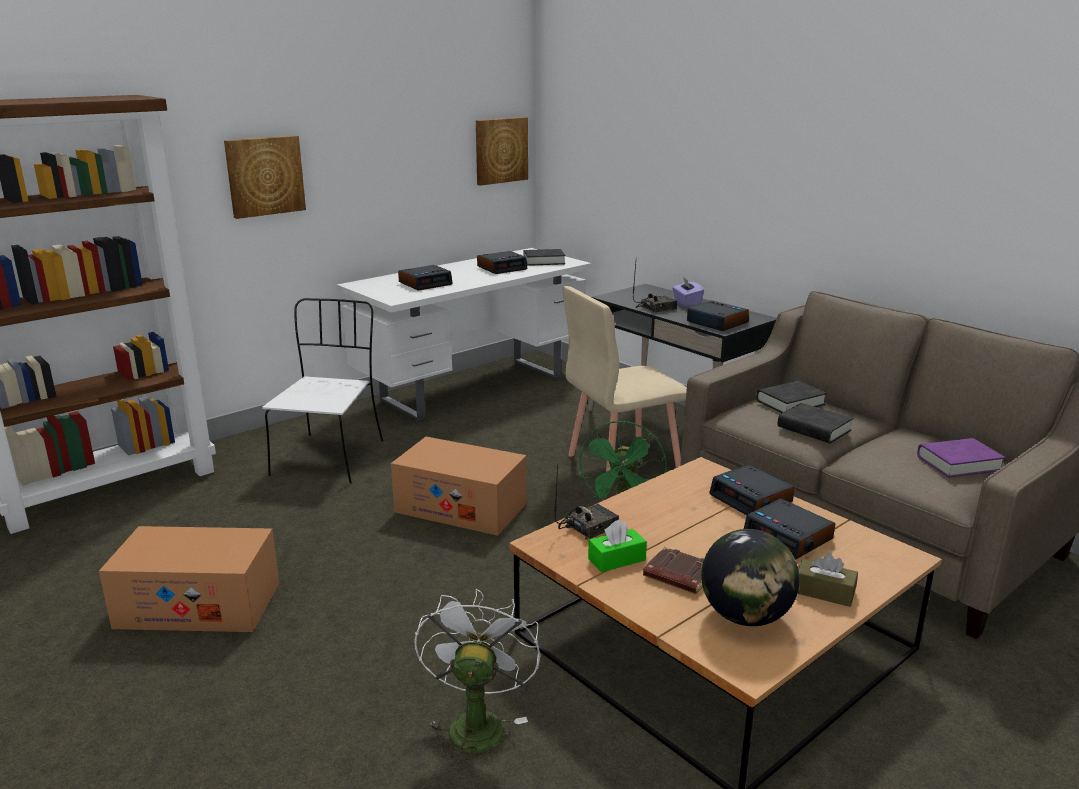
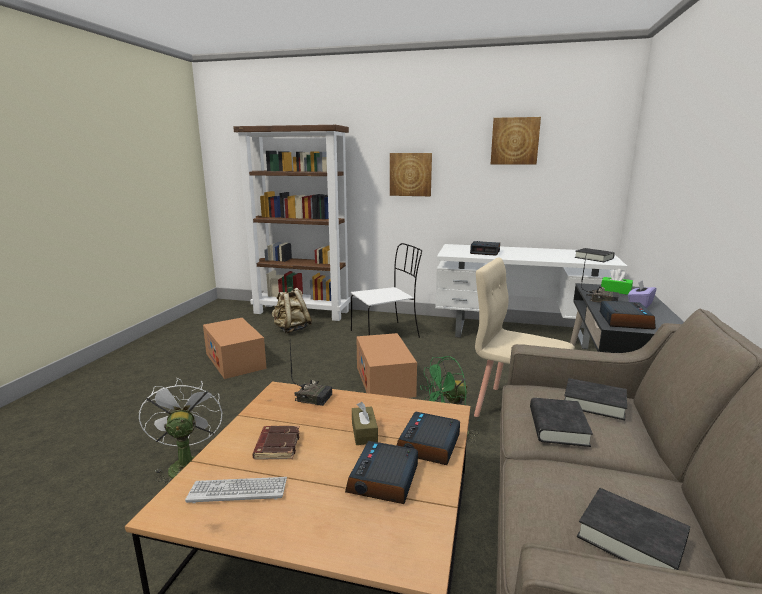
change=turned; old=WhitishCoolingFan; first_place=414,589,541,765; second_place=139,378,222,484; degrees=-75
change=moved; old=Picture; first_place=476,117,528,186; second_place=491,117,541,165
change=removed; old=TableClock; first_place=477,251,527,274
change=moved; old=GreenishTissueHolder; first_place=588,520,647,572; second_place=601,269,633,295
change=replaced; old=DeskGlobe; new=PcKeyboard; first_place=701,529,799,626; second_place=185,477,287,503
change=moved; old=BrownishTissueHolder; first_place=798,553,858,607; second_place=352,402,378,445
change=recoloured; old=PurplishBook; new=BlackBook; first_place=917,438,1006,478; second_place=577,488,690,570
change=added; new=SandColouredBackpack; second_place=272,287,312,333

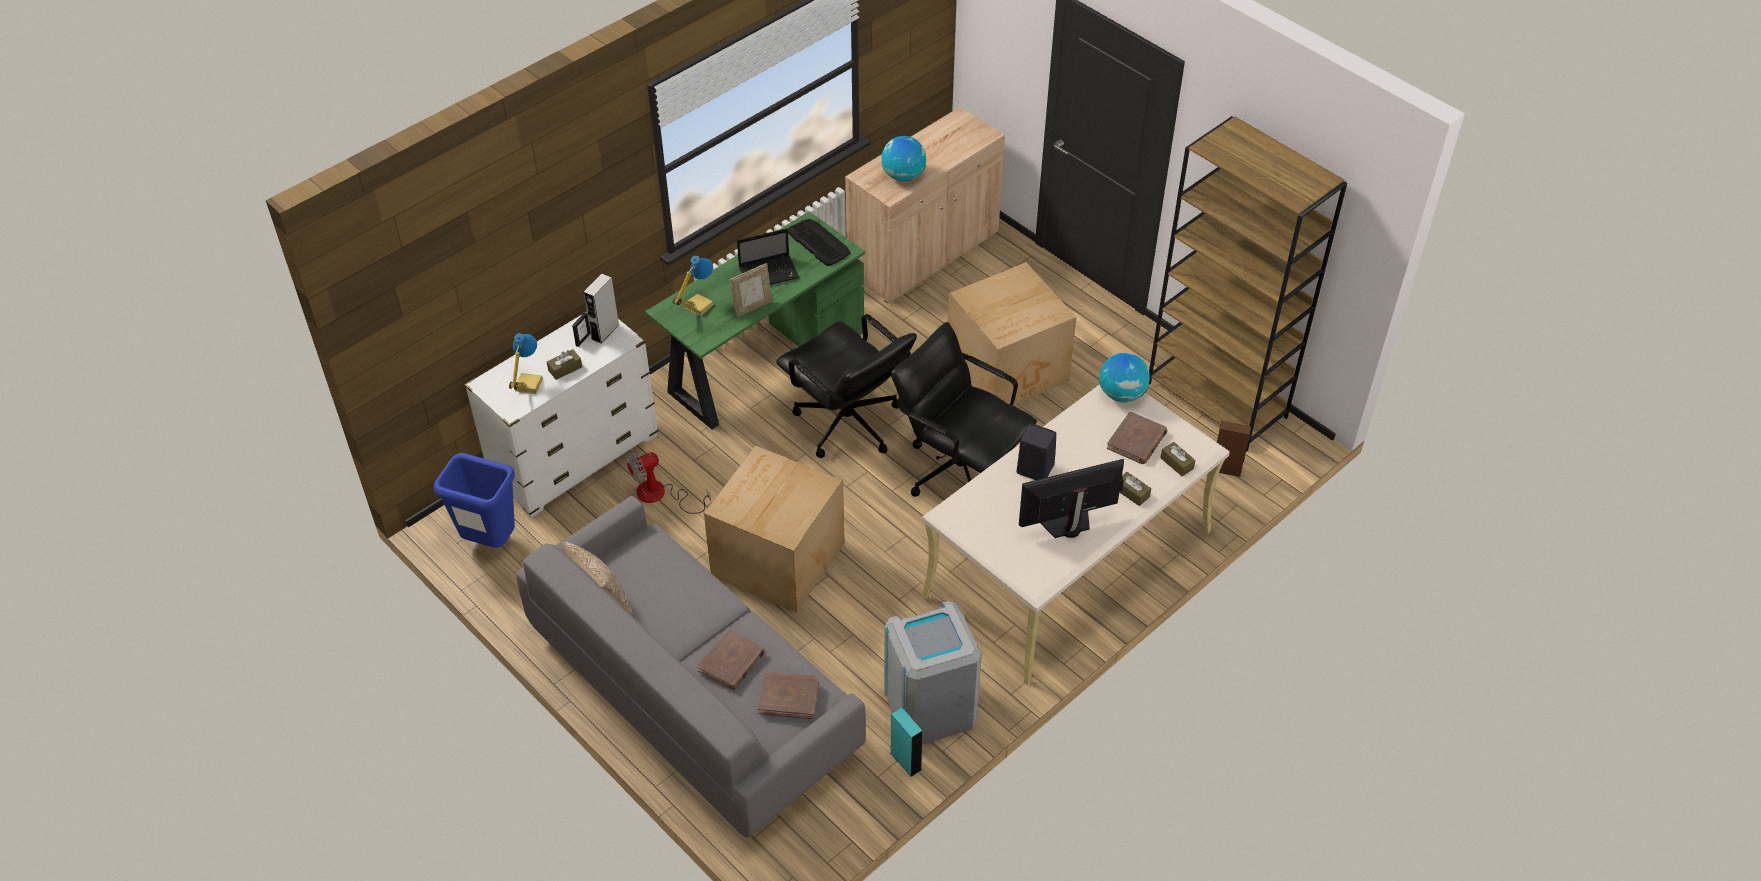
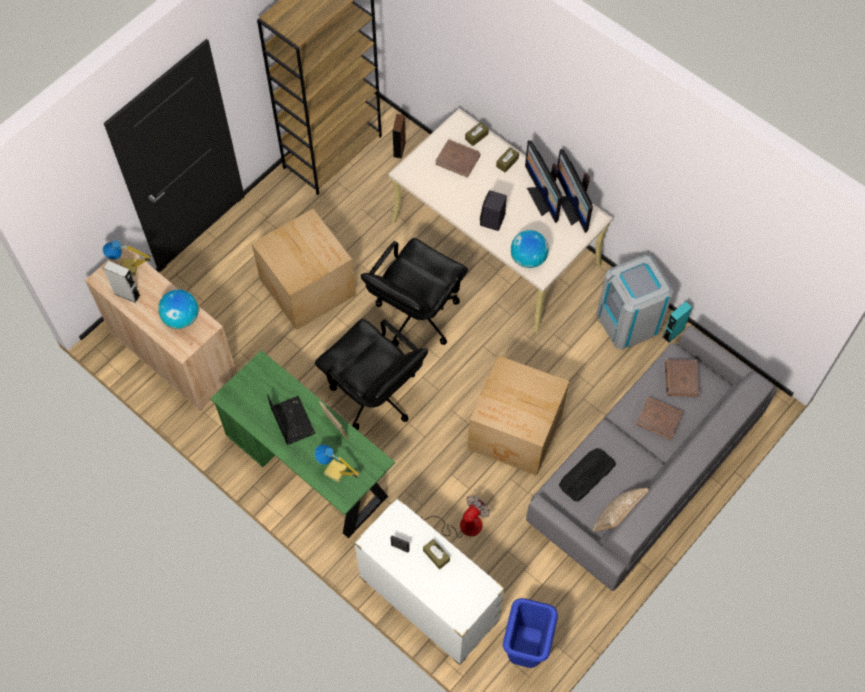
change=moved; old=TableLamp; first_place=509,333,543,394; second_place=103,240,151,276
change=moved; old=GreyLoudspeaker; first_place=584,273,620,344; second_place=103,261,140,303
change=turned; old=CoolingFan; first_place=625,450,711,514; second_place=420,495,490,538; degrees=-105
change=turned; old=BlackOfficeChair; first_place=776,314,917,458; second_place=315,319,428,430; degrees=90
change=moved; old=PcKeyboard; first_place=788,219,851,266; second_place=559,448,616,502
change=moved; old=DeskGlobe; first_place=1099,353,1150,402; second_place=511,230,549,268
change=added; new=ComputerScreen; second_place=557,149,593,233

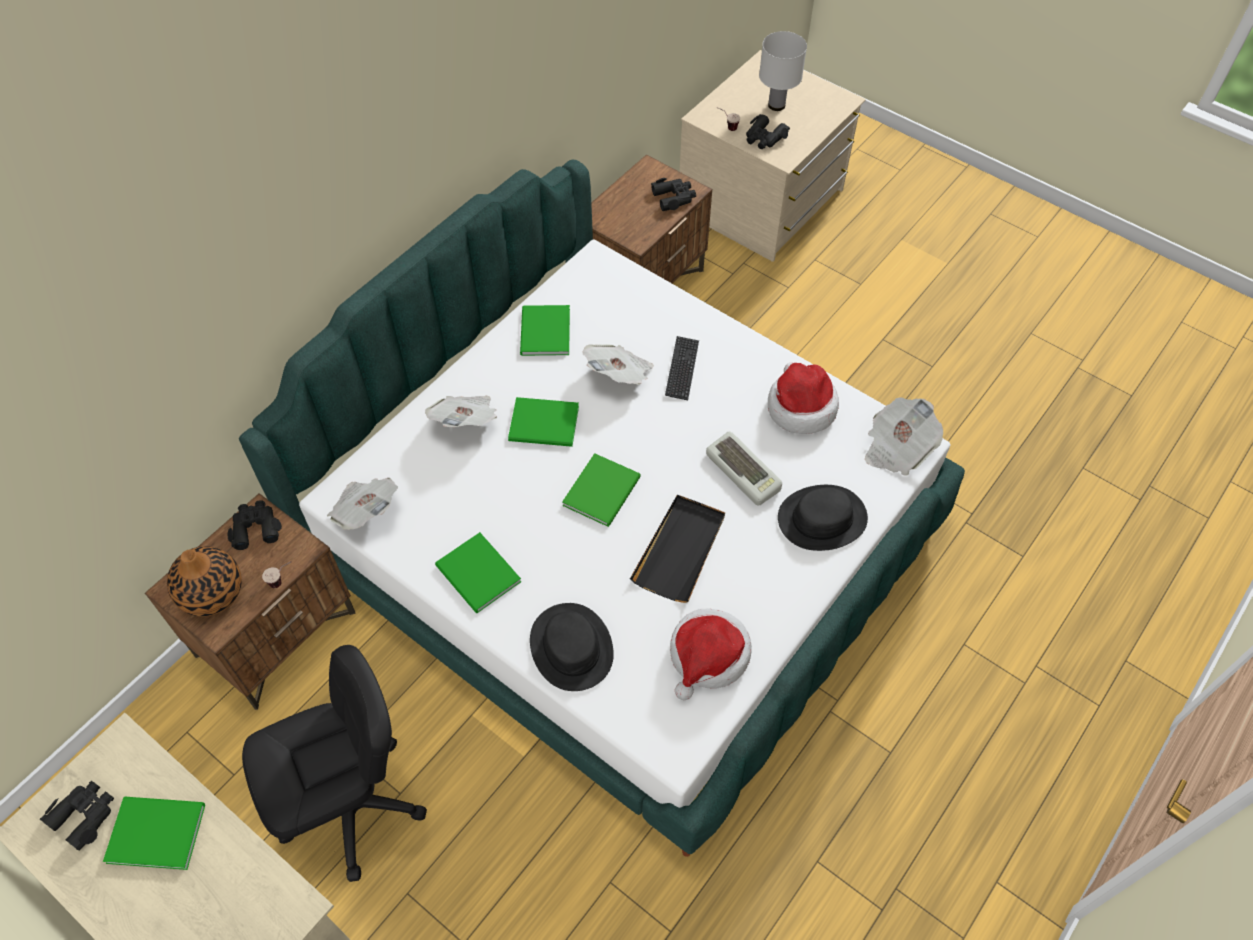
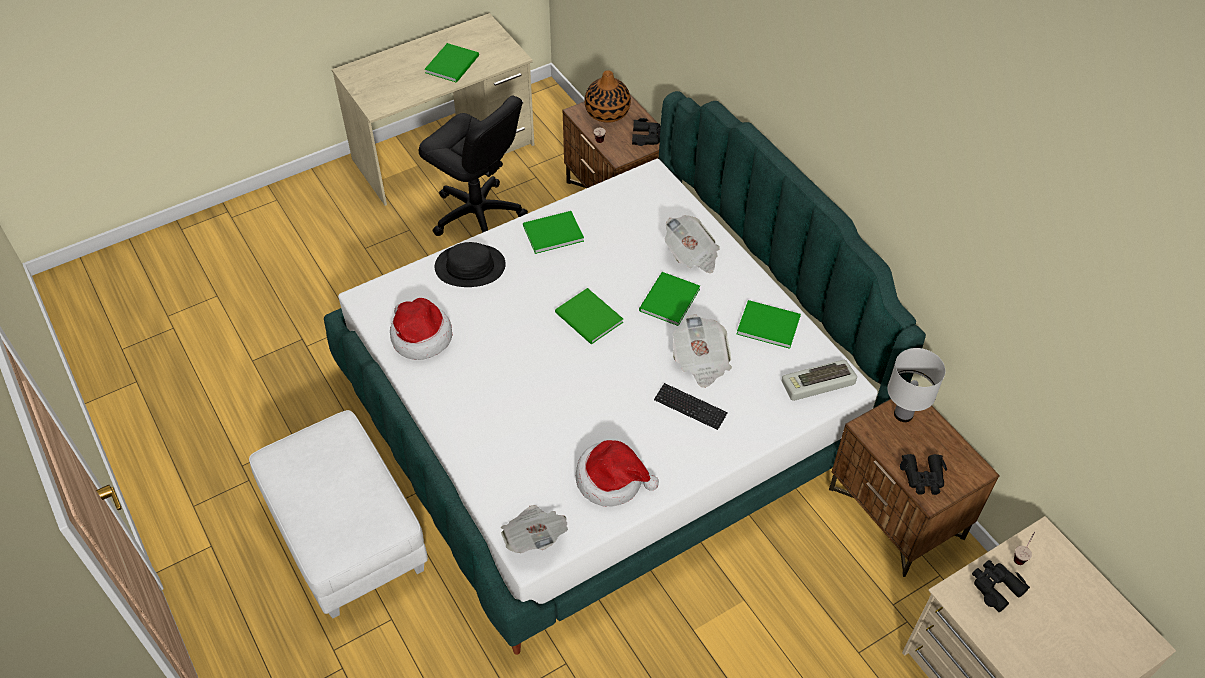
change=removed; old=BlackBinoculars; first_place=39,781,114,851
change=turned; old=BlackOfficeChair; first_place=242,645,427,882; second_place=419,95,528,236; degrees=-45
change=removed; old=Newspaper; first_place=327,478,398,530
change=removed; old=BlackTray; first_place=630,495,725,603
change=moved; old=PcKeyboard; first_place=706,432,782,506; second_place=782,360,857,401
change=moved; old=WhitishTableLamp; first_place=759,31,807,111; second_place=887,348,945,422
change=removed; old=BlackClothingHat; first_place=778,485,868,551
change=added; new=WhitishFootrest; second_place=249,410,428,619

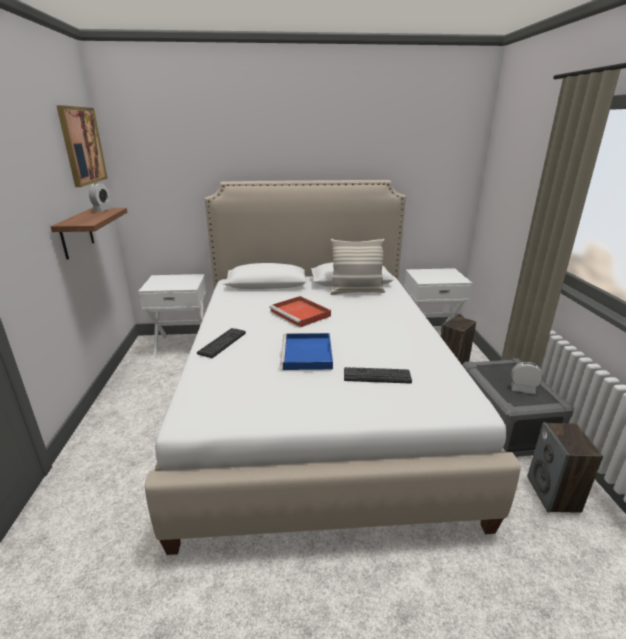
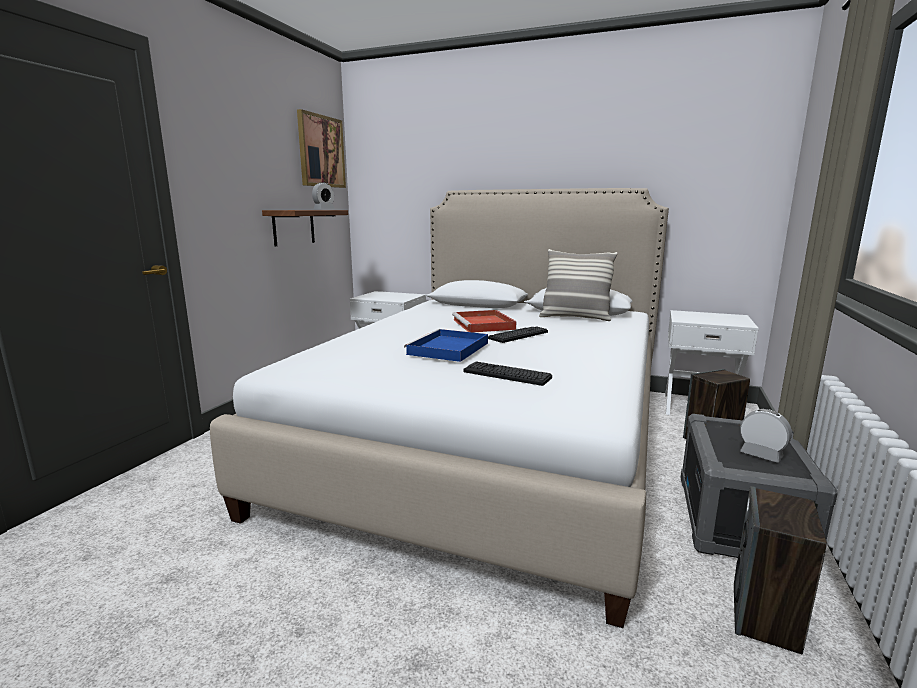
change=moved; old=PcKeyboard; first_place=197,328,246,358; second_place=488,326,548,343

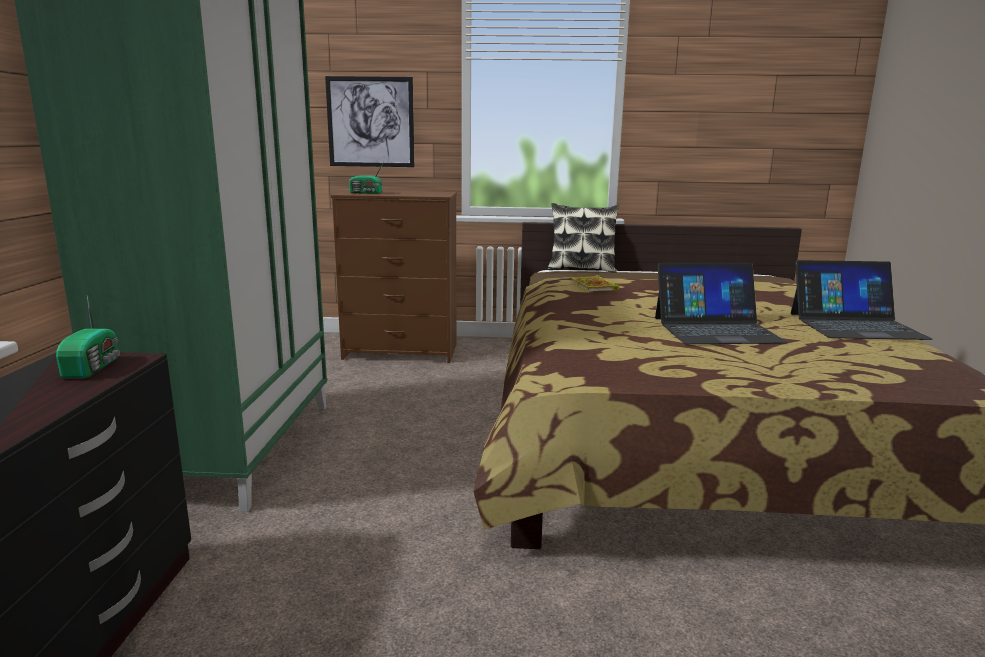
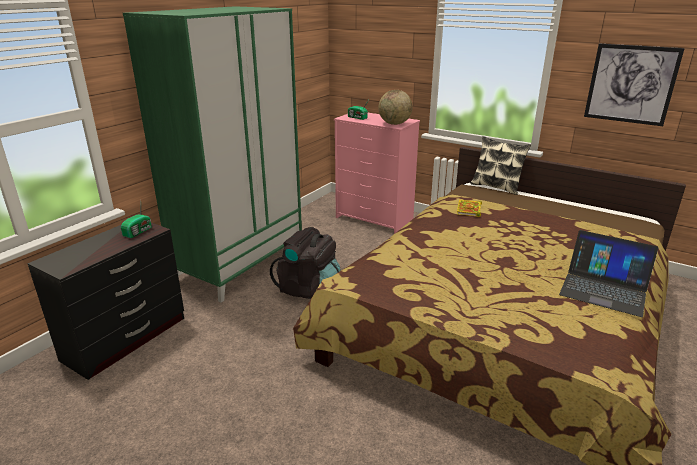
change=moved; old=Picture; first_place=325,76,414,167; second_place=584,43,685,126
change=recoloured; old=BrownishChestOfDrawers; new=PinkishChestOfDrawers; first_place=331,190,457,363; second_place=334,113,420,234
change=removed; old=Laptop; first_place=655,263,788,344
change=added; new=BlackBackpack; second_place=270,227,341,299
change=added; new=DeskGlobe; second_place=378,90,413,125

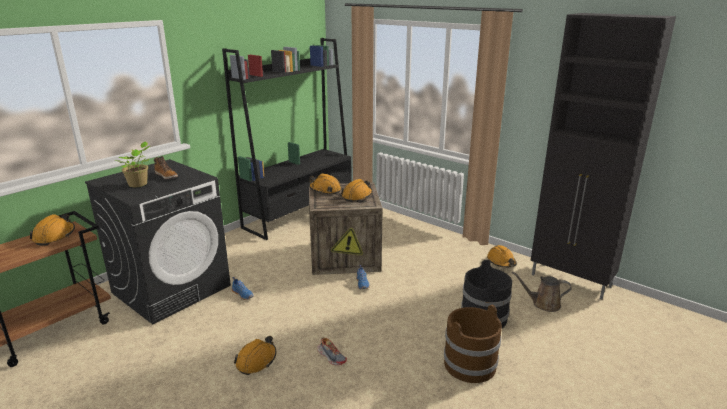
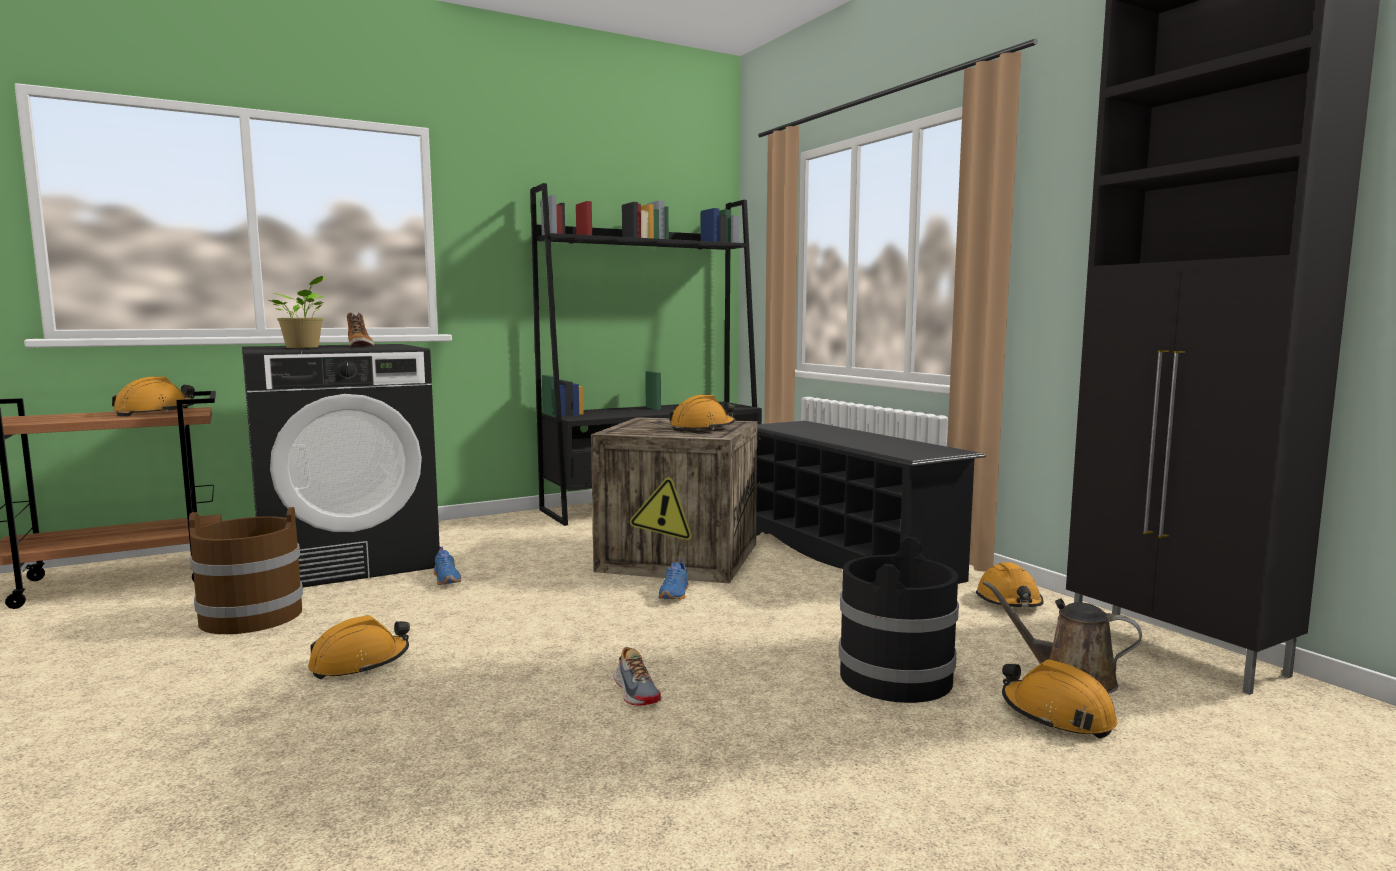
change=moved; old=OrangeHardHat; first_place=309,173,341,194; second_place=1002,659,1117,739
change=moved; old=LowShoe; first_place=317,338,347,365; second_place=613,647,661,706
change=moved; old=BrownishPail; first_place=444,305,502,383; second_place=189,507,303,634
change=added; new=BlackShoeShelf; second_place=756,421,986,584

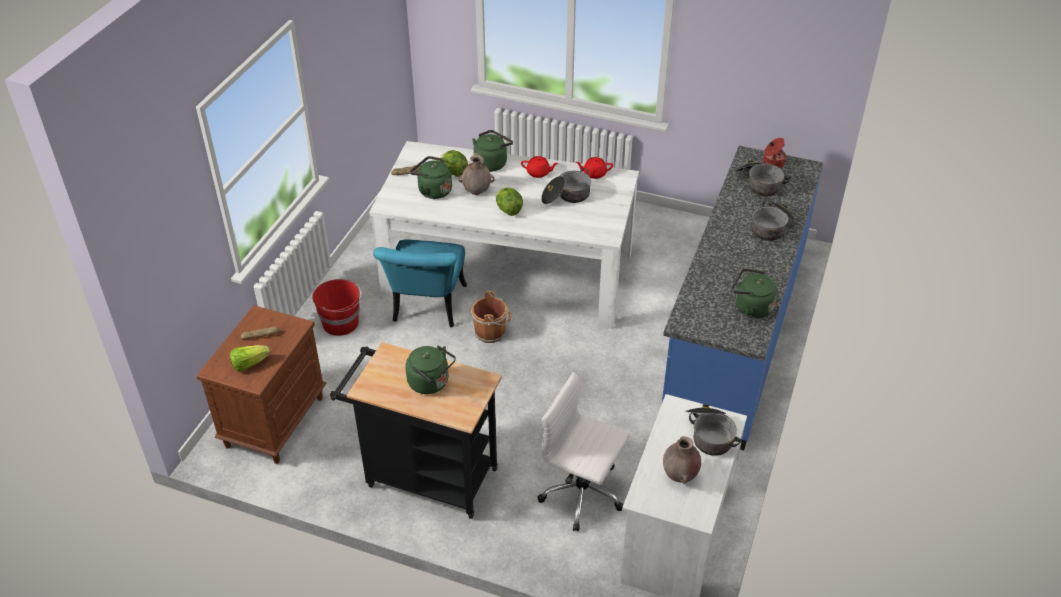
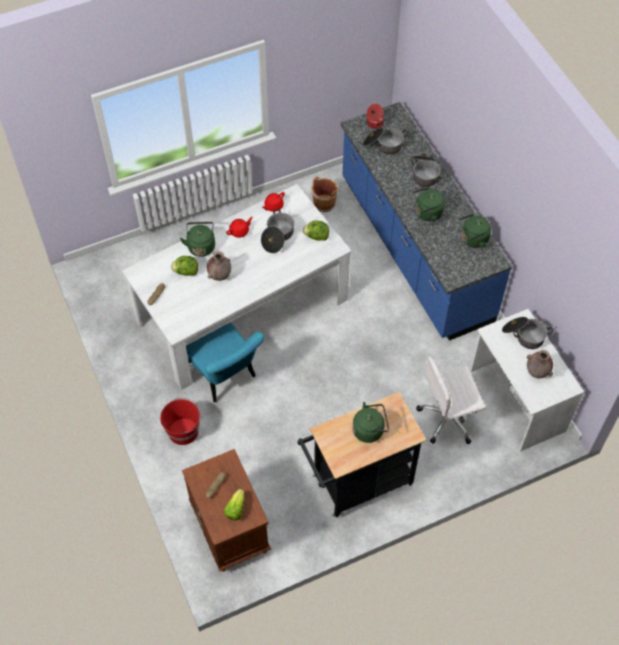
change=moved; old=GreenishKettle; first_place=410,156,452,199; second_place=413,187,445,221
change=moved; old=BrownishPail; first_place=471,291,511,343; second_place=311,176,340,212
change=moved; old=LettuceHead; first_place=496,187,523,216; second_place=303,220,329,241

